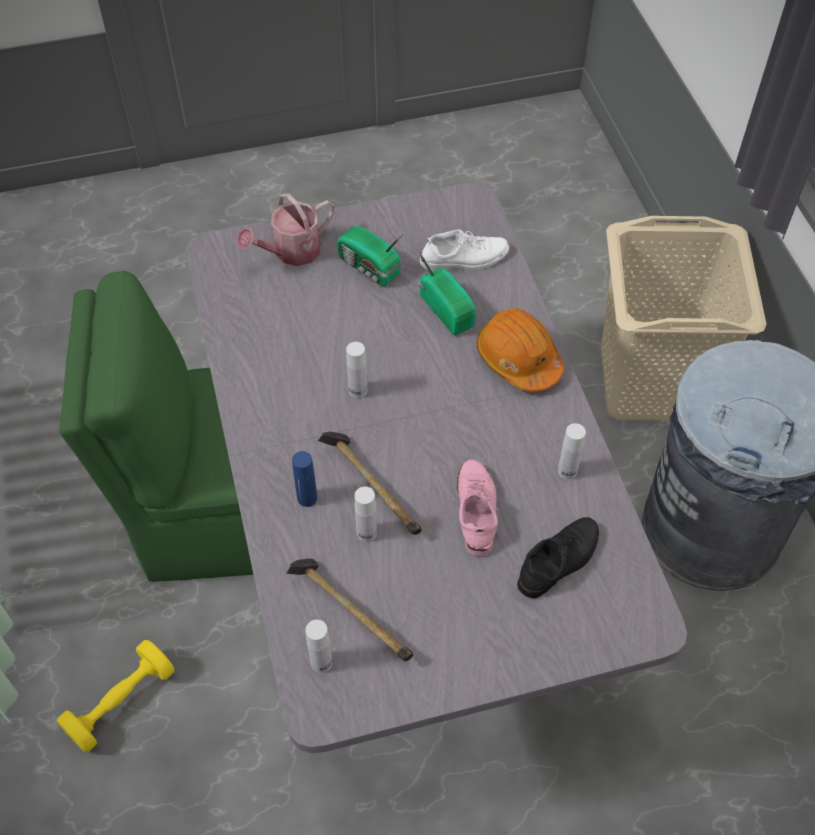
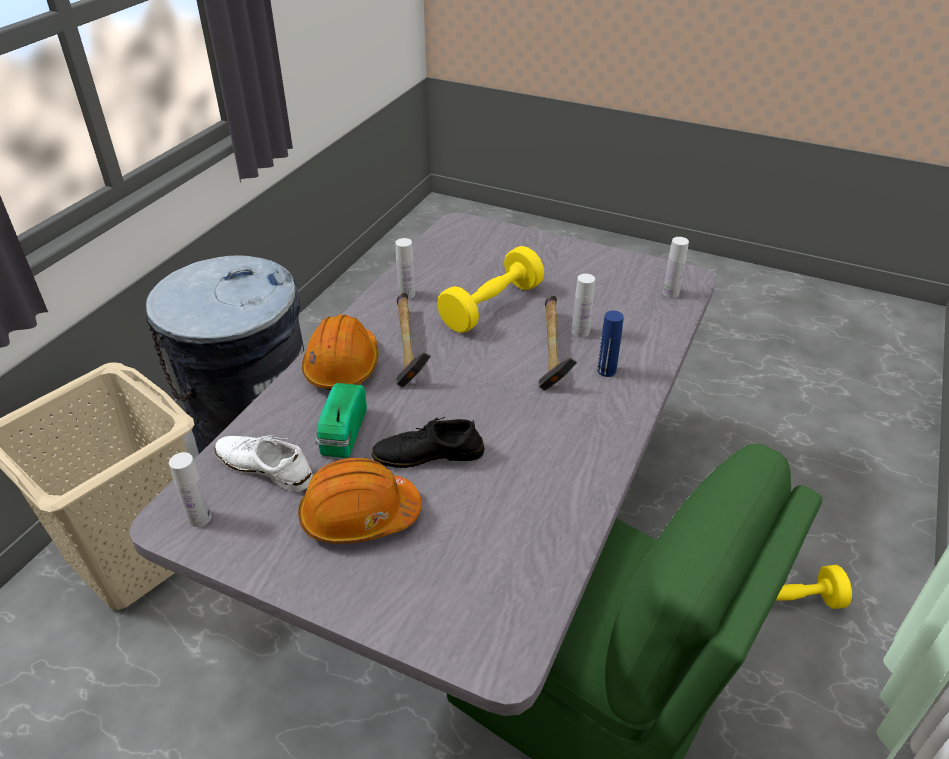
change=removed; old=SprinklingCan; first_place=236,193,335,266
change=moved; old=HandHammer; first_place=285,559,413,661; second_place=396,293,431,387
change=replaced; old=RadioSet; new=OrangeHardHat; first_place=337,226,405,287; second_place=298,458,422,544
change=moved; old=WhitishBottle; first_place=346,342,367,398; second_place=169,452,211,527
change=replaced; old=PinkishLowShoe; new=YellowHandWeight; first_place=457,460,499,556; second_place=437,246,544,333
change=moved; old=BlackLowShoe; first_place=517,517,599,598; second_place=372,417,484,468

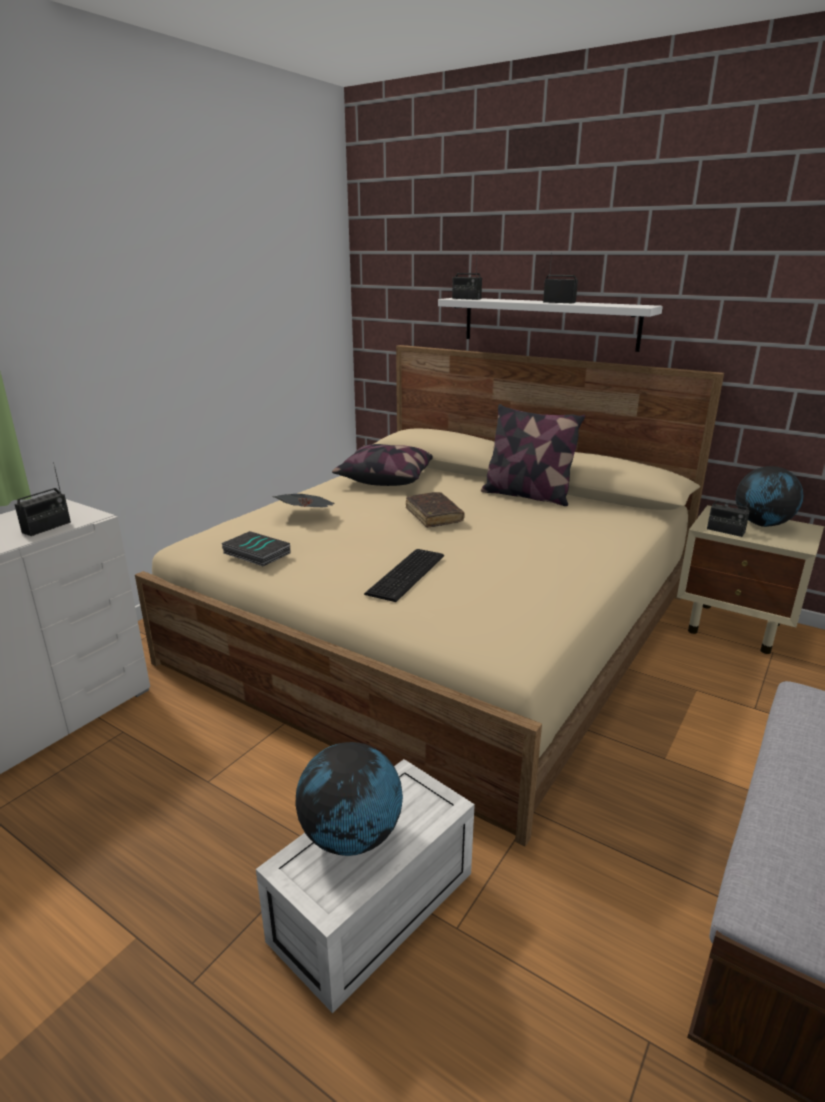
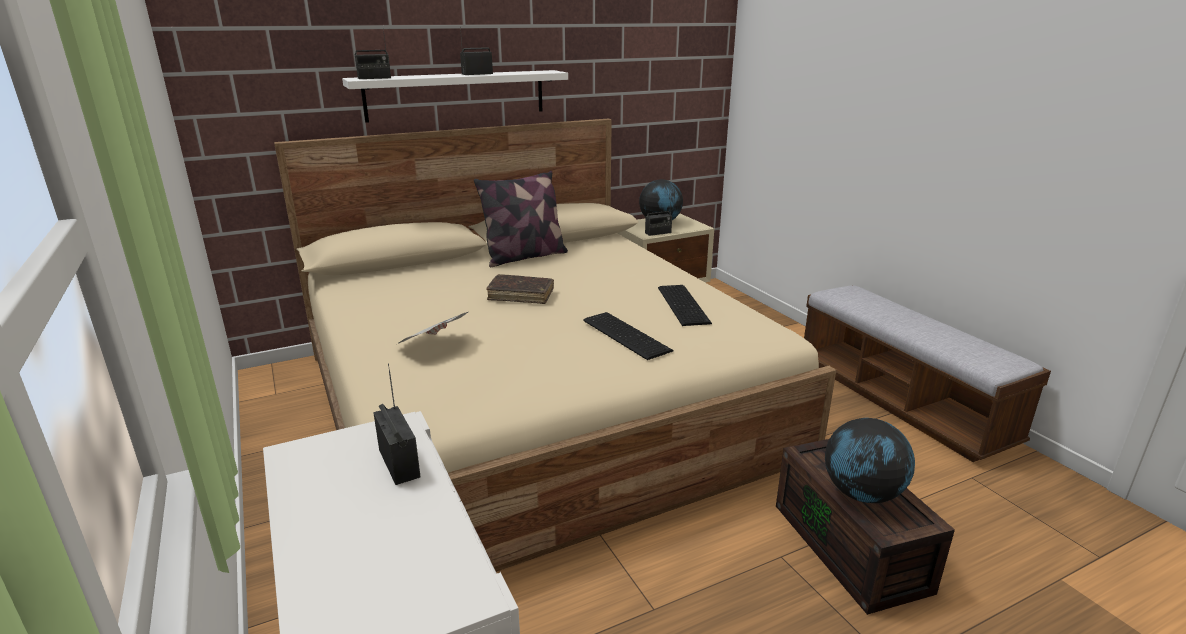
change=removed; old=Book; first_place=221,531,291,566
change=recoloured; old=WhitishStorageBin; new=BrownishStorageBin; first_place=256,759,475,1013; second_place=776,439,955,615
change=removed; old=Cushion; first_place=332,444,433,486
change=added; new=PcKeyboard; second_place=658,285,712,326

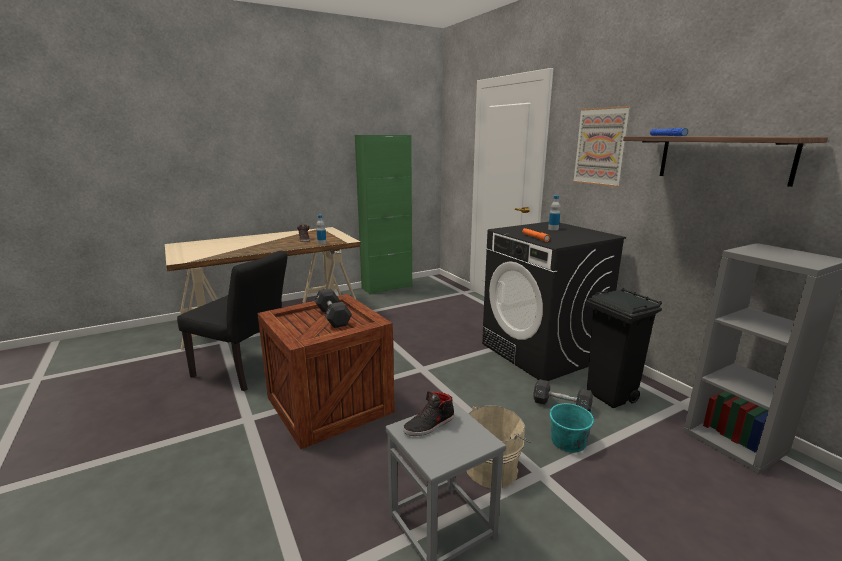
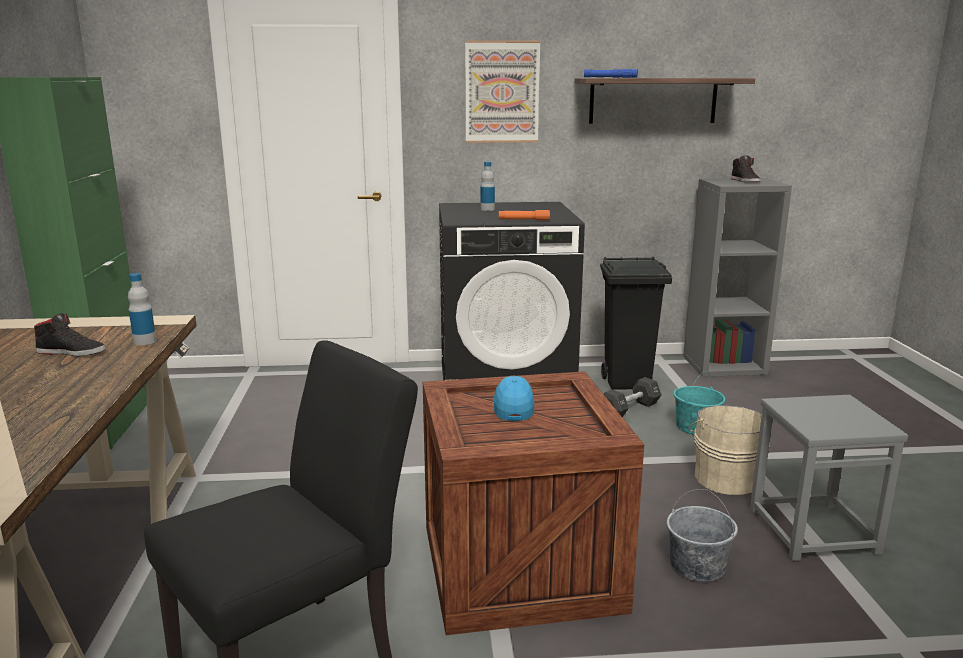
change=replaced; old=BlackHandWeight; new=BluishPeakedCap; first_place=314,288,352,328; second_place=494,376,534,421
change=moved; old=BlackLowShoe; first_place=403,391,454,436; second_place=731,155,761,182
change=added; new=GreyPail; second_place=666,489,738,582

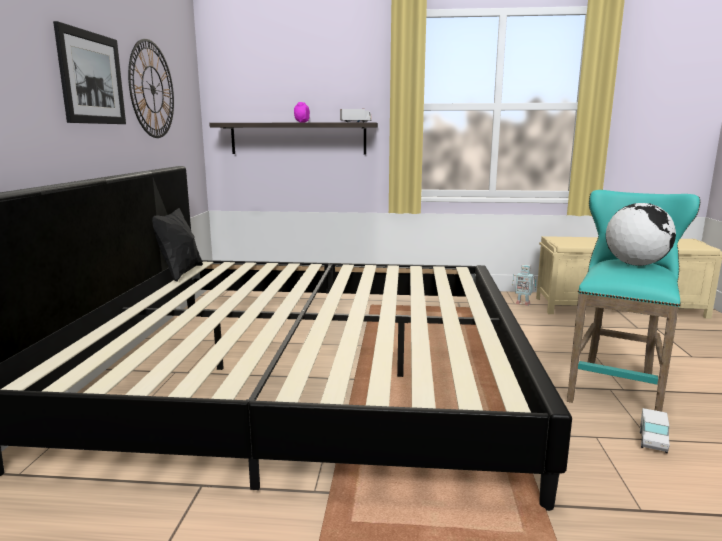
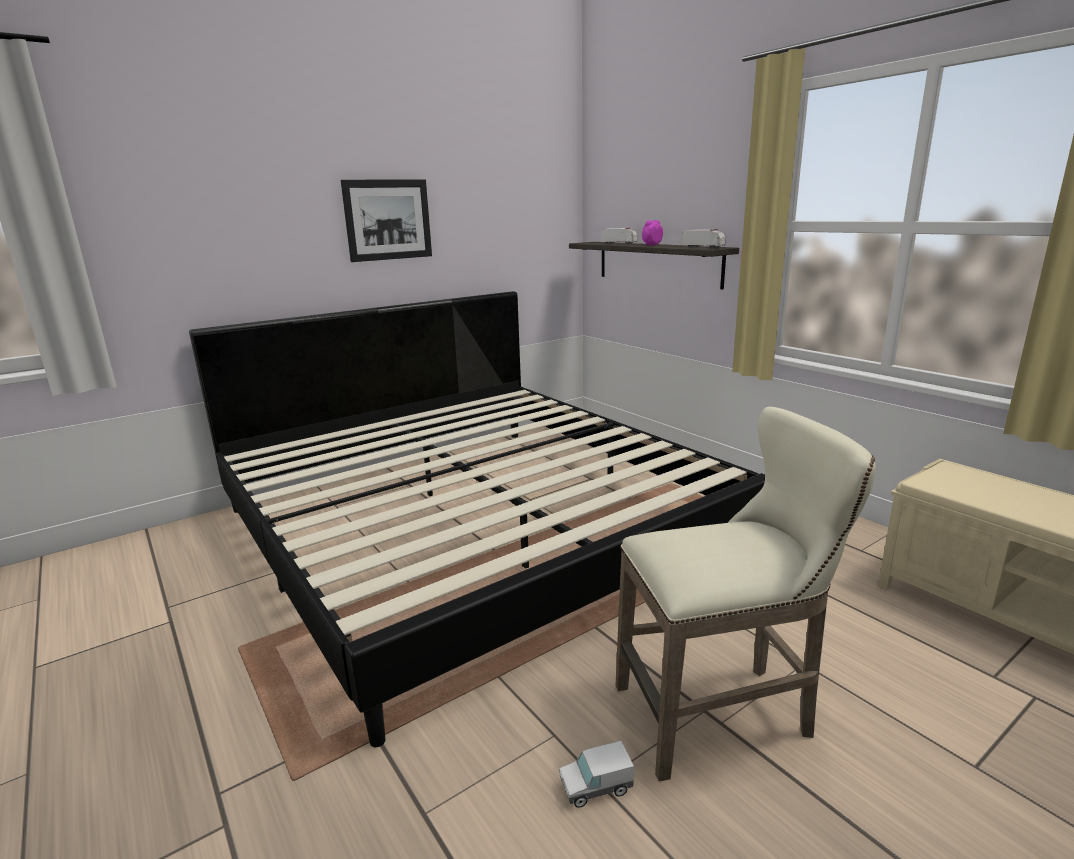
change=removed; old=WallClock; first_place=128,39,174,138
change=removed; old=BlackCushion; first_place=152,208,203,282
change=removed; old=RobotFigure; first_place=512,265,536,306
change=recoloured; old=BlueGreenStoolSeat; new=SandColouredStoolSeat; first_place=567,190,700,412; second_place=615,407,876,782
change=removed; old=DeskGlobe; first_place=606,203,676,266
change=added; new=ModelTruck; second_place=601,228,638,244

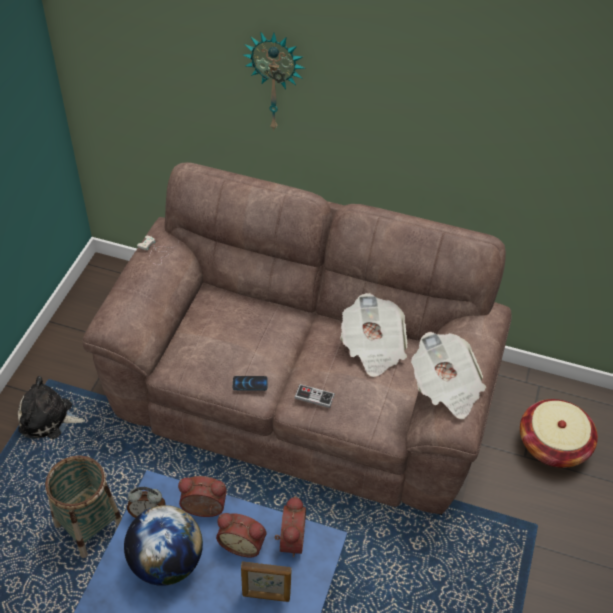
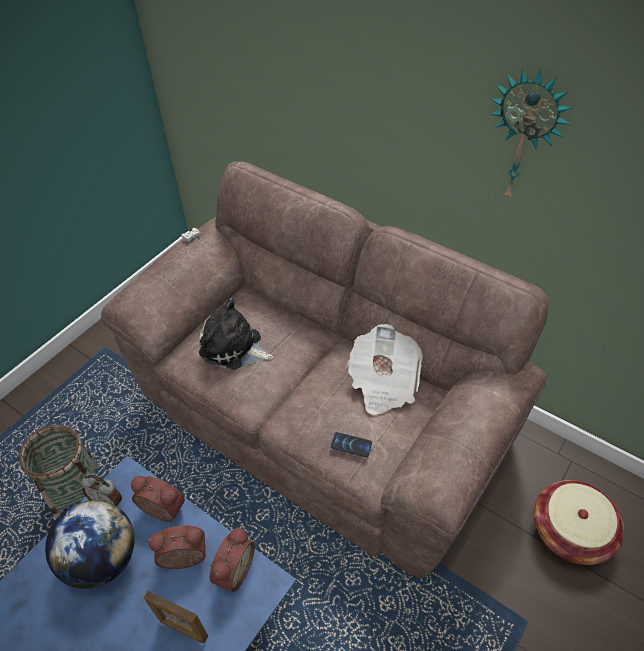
change=moved; old=PlushToy; first_place=18,376,85,439; second_place=199,298,273,370
change=turned; old=TableClock; first_place=216,513,266,557; second_place=148,525,206,569; degrees=135
change=moved; old=Phone; first_place=233,376,268,391; second_place=331,432,372,457
change=moved; old=WallClock; first_place=243,31,305,131; second_place=491,68,573,200
change=removed; old=GameController; first_place=294,384,335,408
change=removed; old=Newspaper; first_place=411,332,486,419

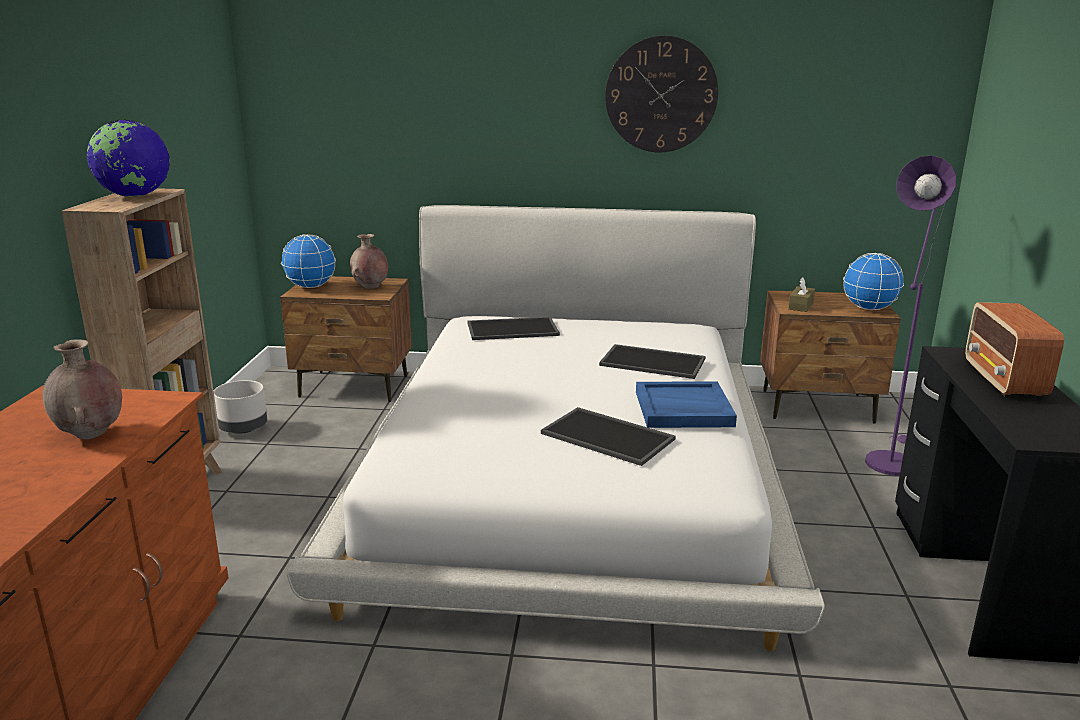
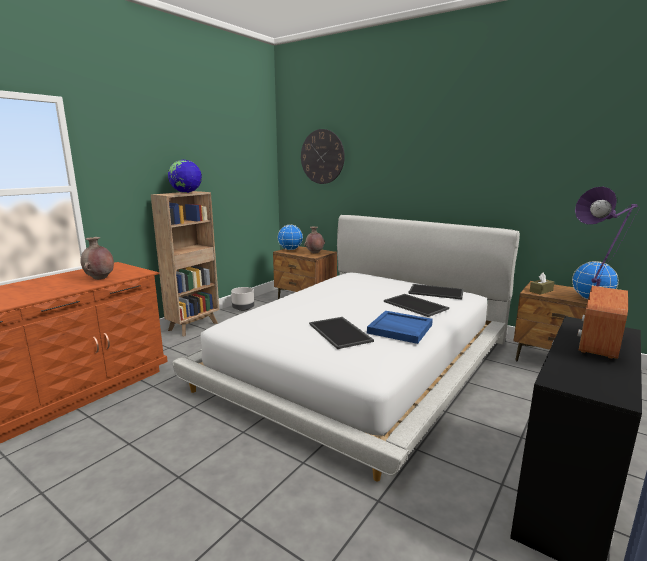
change=moved; old=Tray; first_place=467,317,560,340; second_place=408,284,464,300
change=moved; old=WallClock; first_place=605,36,718,152; second_place=301,129,345,184

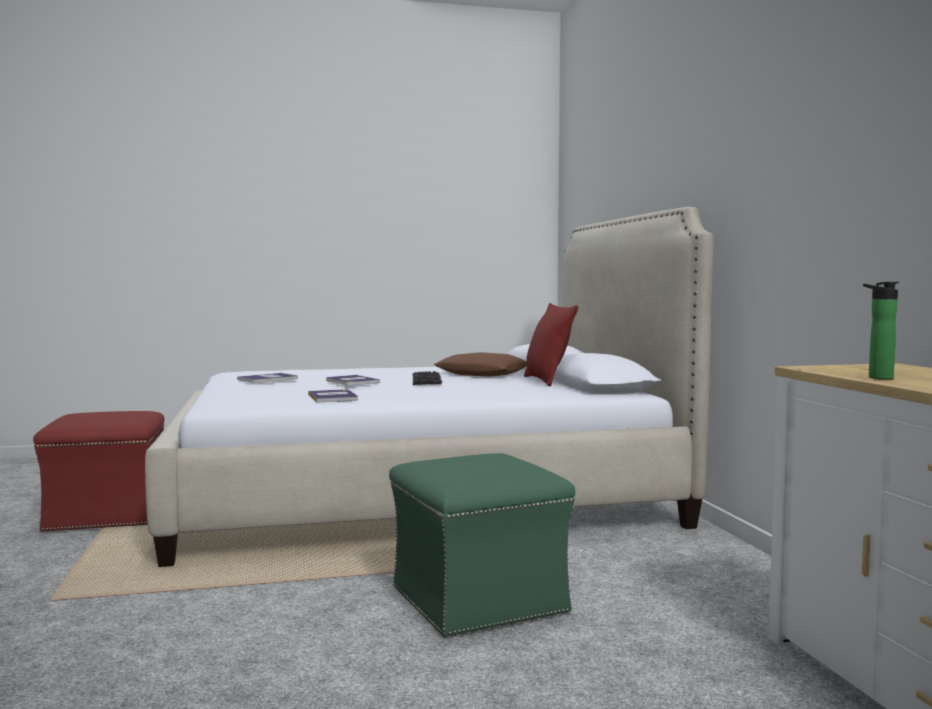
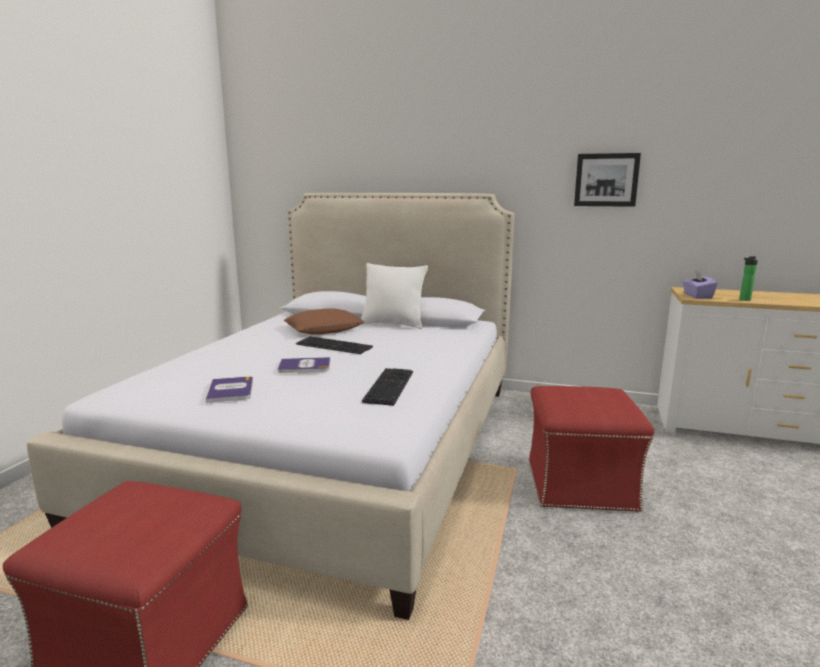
change=replaced; old=Book; new=PcKeyboard; first_place=308,389,358,403; second_place=362,368,413,406
change=recoloured; old=GreenishFootrest; new=RedColouredFootrest; first_place=389,453,575,638; second_place=529,386,654,512
change=recoloured; old=RedColouredCushion; new=WhitishCushion; first_place=524,303,579,387; second_place=361,263,428,329
change=added; new=Picture; second_place=574,153,641,207
change=added; new=PurplishTissueHolder; second_place=683,271,718,299

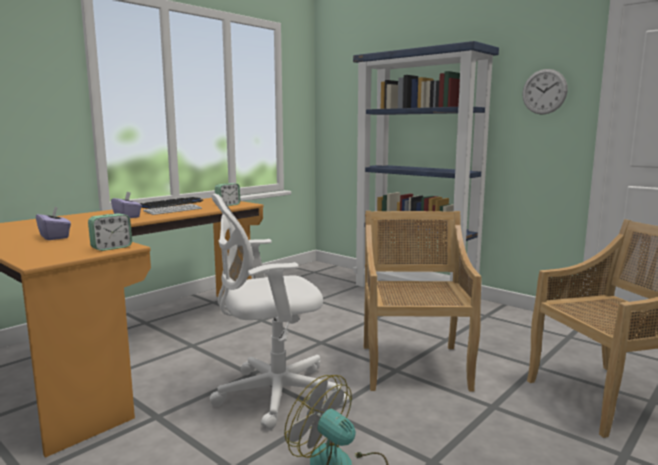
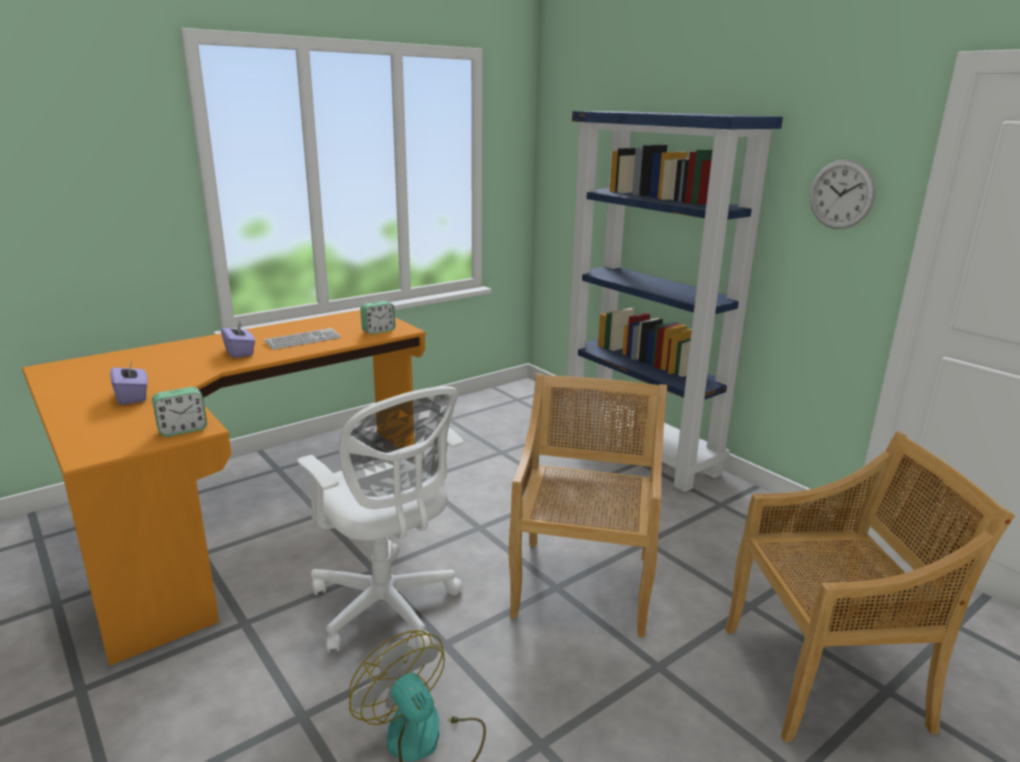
change=removed; old=PcKeyboard; first_place=140,197,204,209
change=turned; old=WhitishOfficeChair; first_place=210,194,349,430; second_place=297,386,464,653; degrees=-120

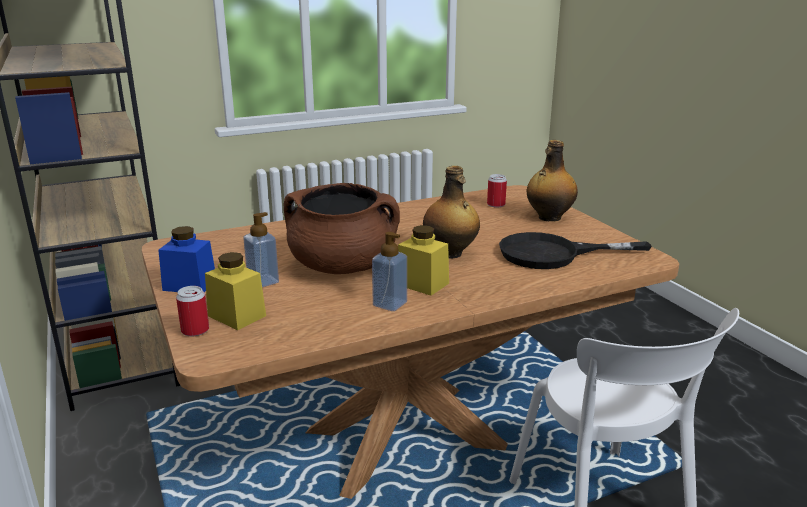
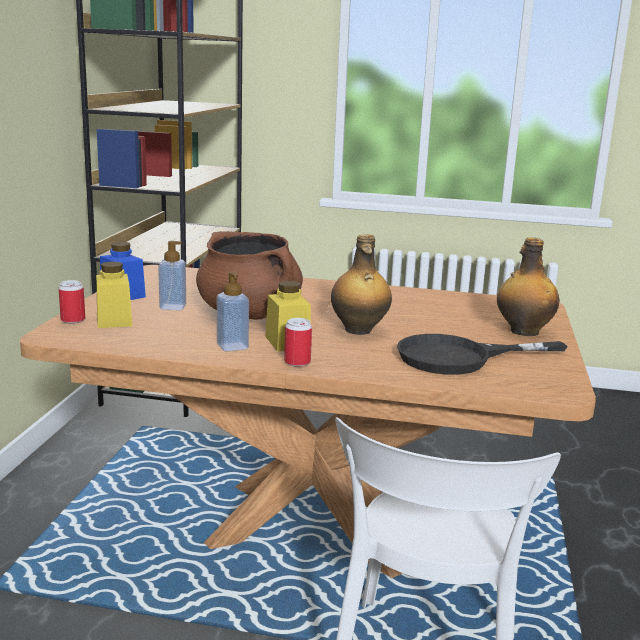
change=moved; old=SealedCan; first_place=487,174,507,208; second_place=284,318,312,367
change=turned; old=BlackPan; first_place=499,232,652,269; second_place=397,334,568,375; degrees=-45

